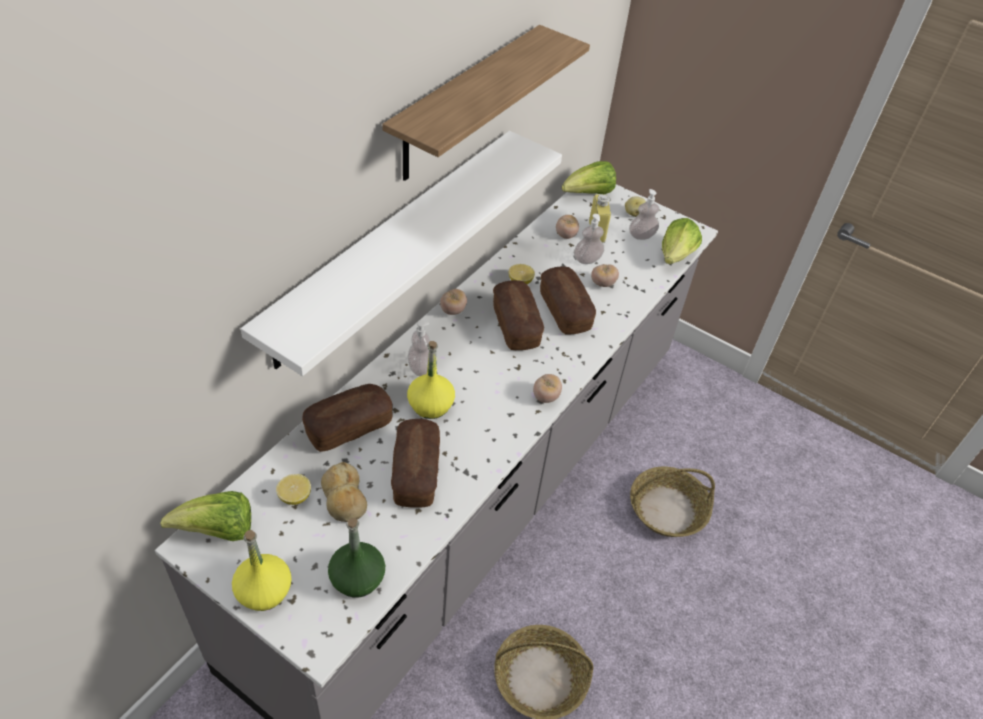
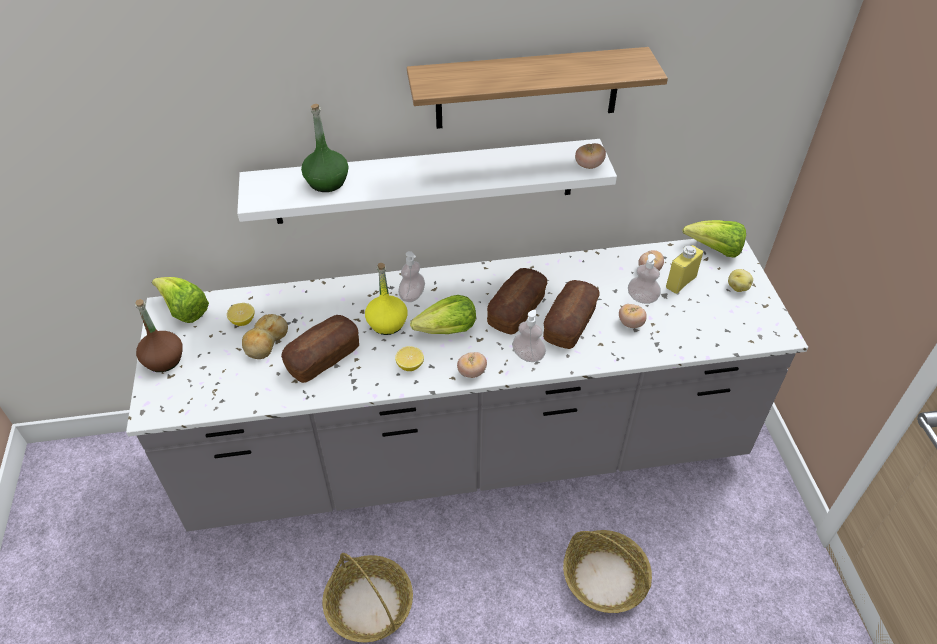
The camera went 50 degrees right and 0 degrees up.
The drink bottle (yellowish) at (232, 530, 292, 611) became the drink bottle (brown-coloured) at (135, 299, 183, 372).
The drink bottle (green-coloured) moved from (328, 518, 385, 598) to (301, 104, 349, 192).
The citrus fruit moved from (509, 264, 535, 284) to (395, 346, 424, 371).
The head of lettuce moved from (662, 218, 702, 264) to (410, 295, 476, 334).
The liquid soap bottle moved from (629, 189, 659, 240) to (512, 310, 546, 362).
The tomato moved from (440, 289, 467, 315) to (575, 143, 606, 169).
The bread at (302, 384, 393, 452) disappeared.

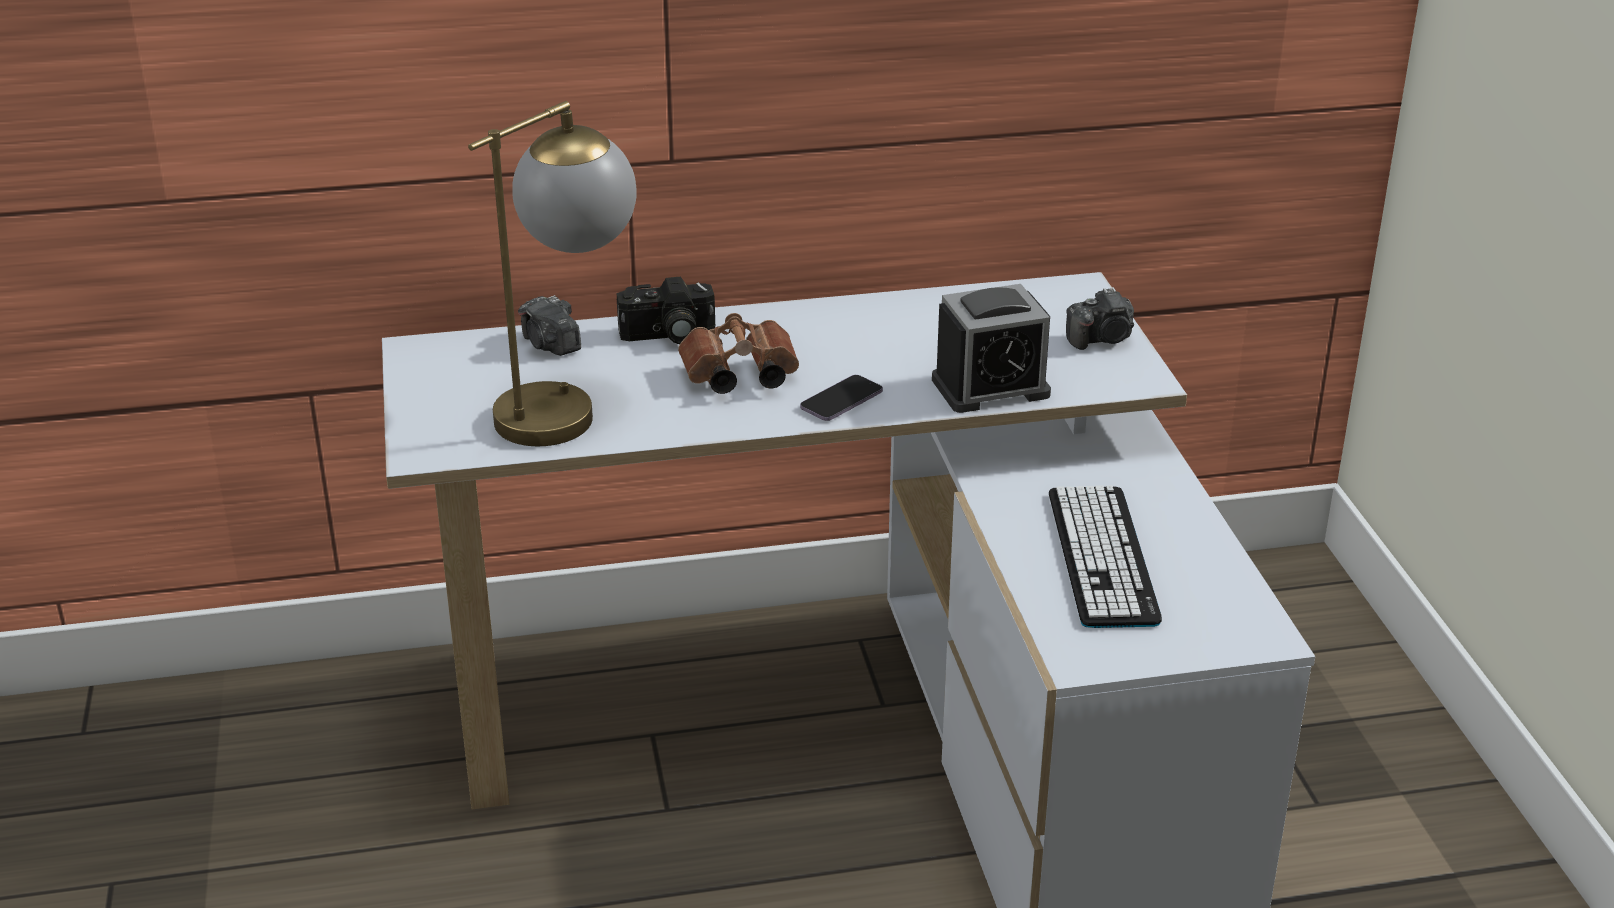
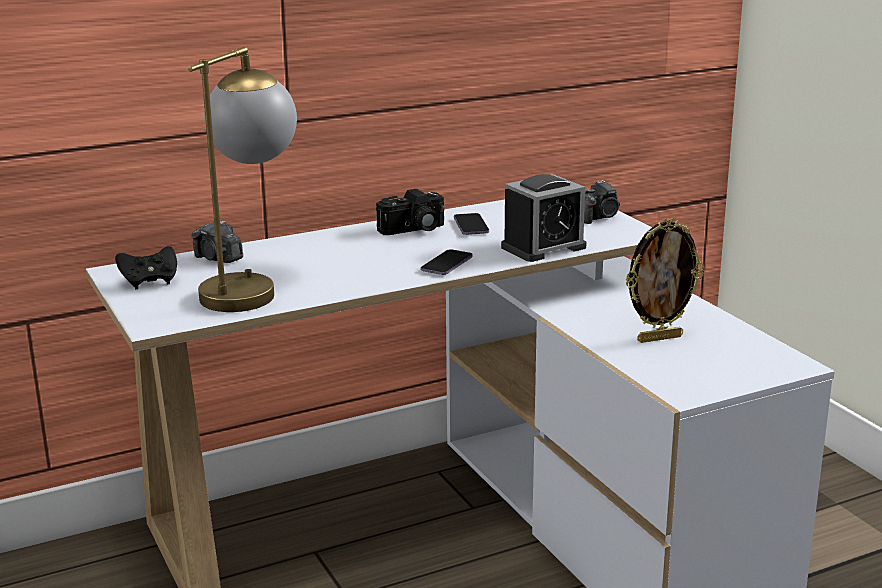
The camera went 15 degrees left and 10 degrees down.
The joypad (blackish) at (115, 246, 177, 289) appeared.
The still camera moved from (616, 277, 716, 344) to (376, 189, 444, 235).
The phone at (454, 213, 489, 235) appeared.
The keyboard at (1049, 485, 1162, 628) was replaced by the standing frame at (625, 218, 704, 343).
The field glasses (brown-coloured) at (678, 313, 799, 394) disappeared.

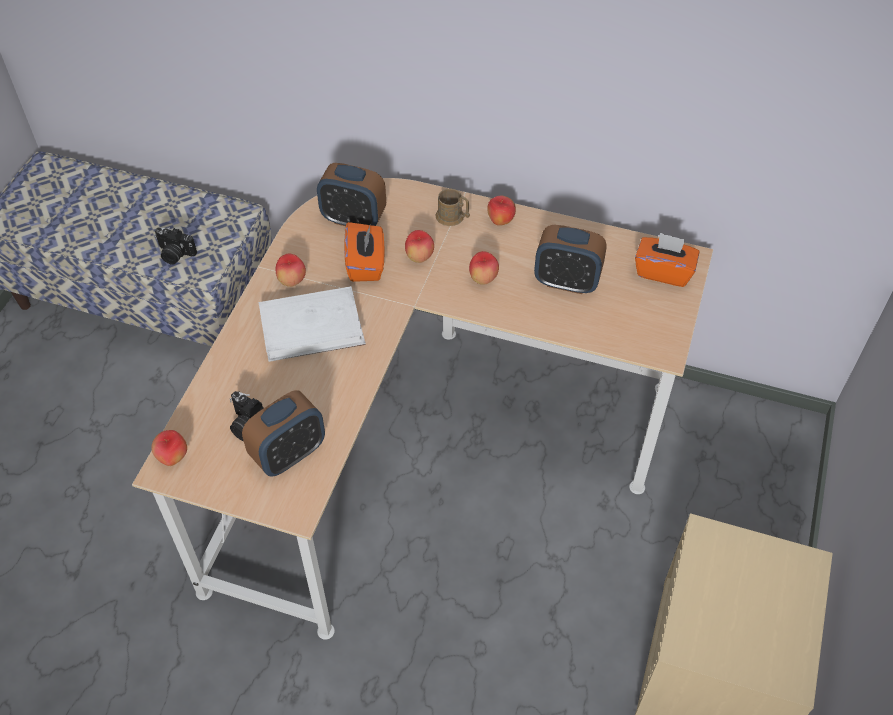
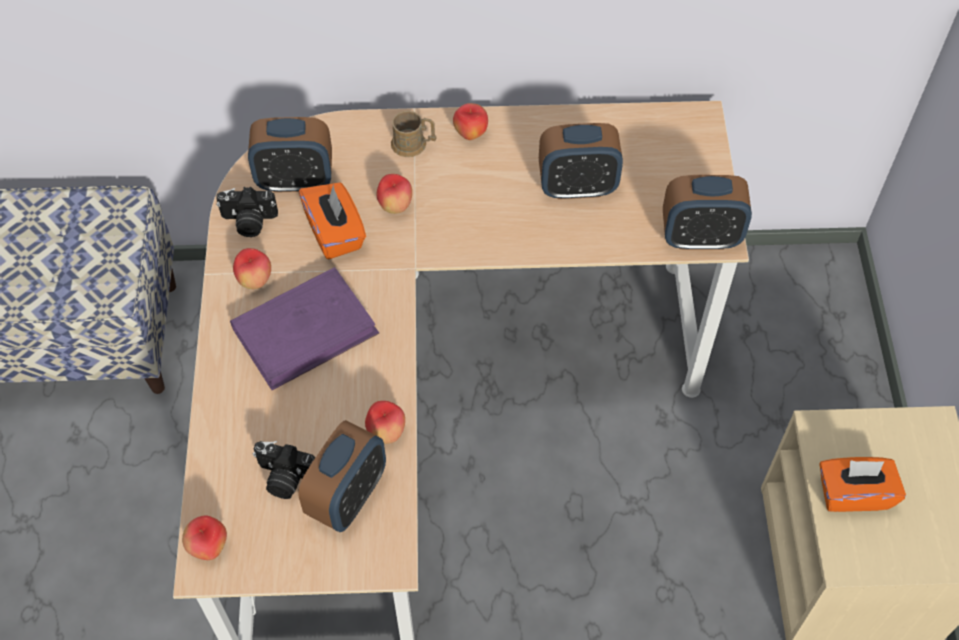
The camera went 20 degrees left and 5 degrees up.
The still camera moved from (154, 227, 197, 265) to (216, 187, 278, 237).
The bound book (whitish) at (258, 286, 366, 362) became the bound book (purplish) at (230, 267, 379, 390).
The apple fruit moved from (469, 251, 499, 285) to (365, 401, 405, 444).
The alarm clock at (663, 175, 752, 249) appeared.
The tissue box (orangey) moved from (635, 232, 699, 287) to (819, 457, 906, 512).

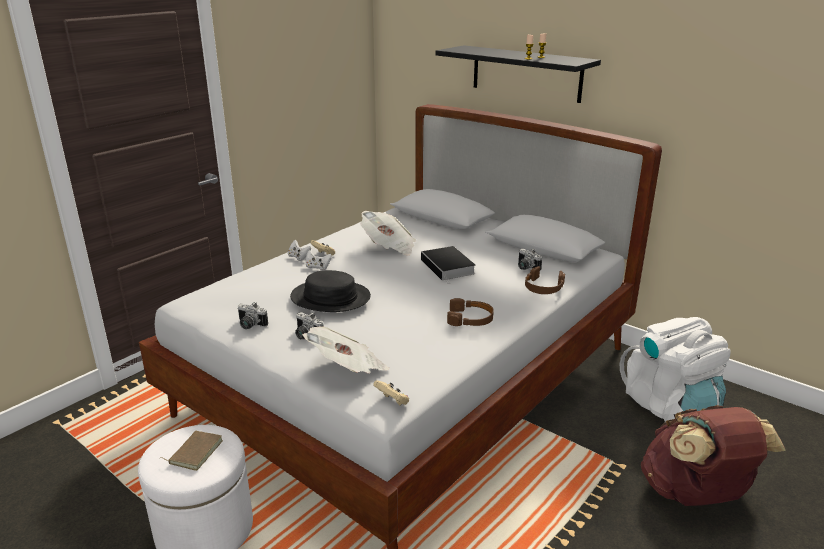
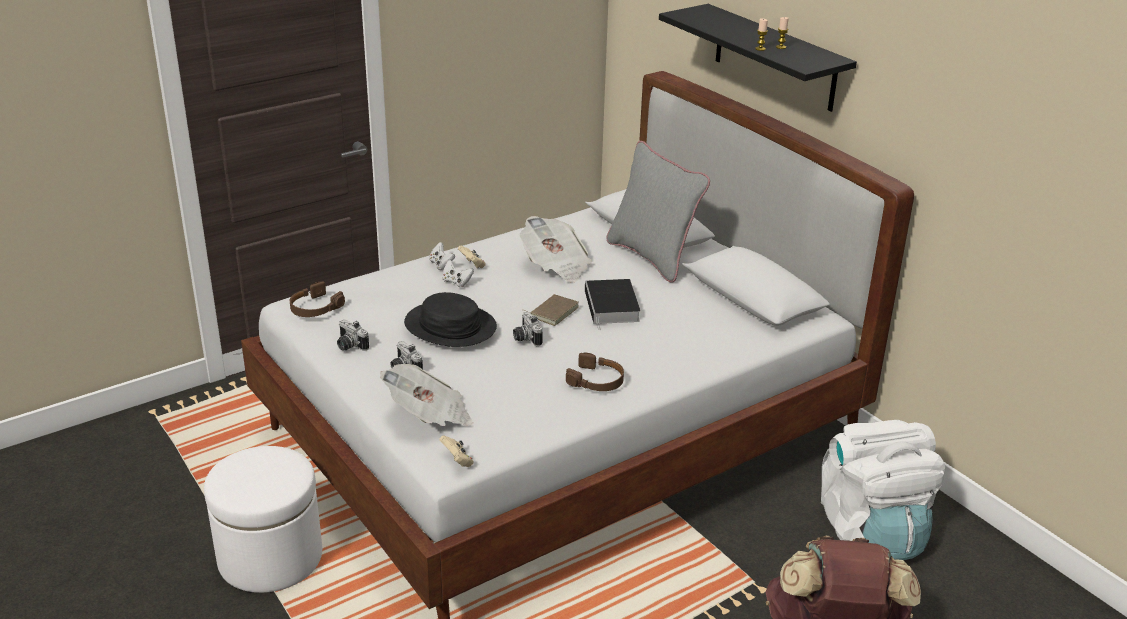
The camera went 15 degrees right and 5 degrees up.
The headset (brown-coloured) moved from (525, 266, 565, 294) to (290, 281, 345, 317).
The still camera moved from (518, 249, 542, 271) to (513, 312, 543, 346).
The bound book (brown-coloured) moved from (160, 431, 223, 471) to (525, 294, 579, 326).
The throw pillow (greyish) at (606, 141, 710, 283) appeared.

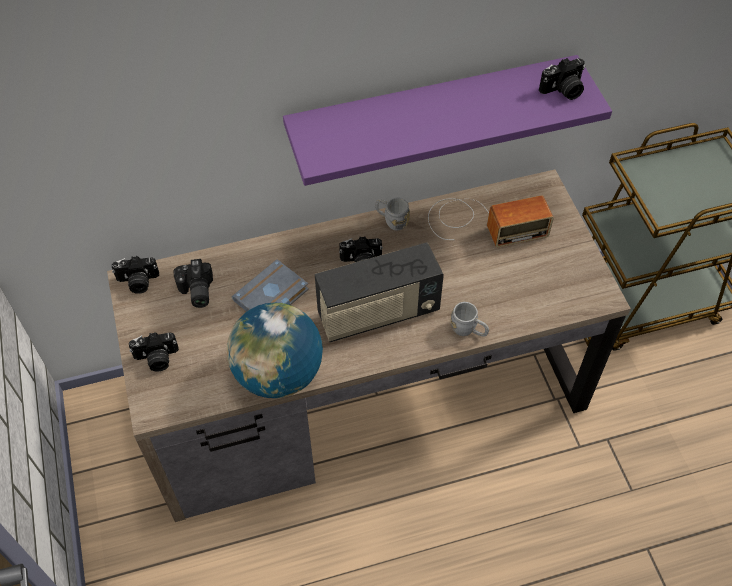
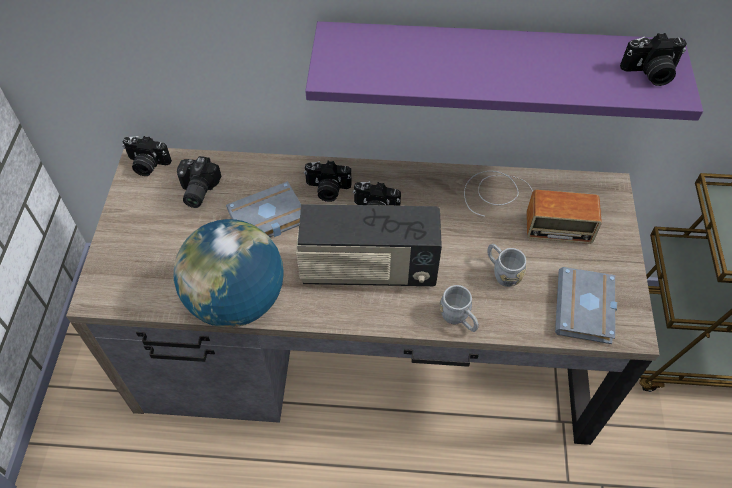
The camera went 20 degrees right and 0 degrees up.
The still camera moved from (129, 332, 179, 372) to (304, 161, 352, 202).
The coffee mug (greyish) moved from (375, 197, 410, 230) to (487, 243, 527, 287).
The bound book (greyish) at (555, 267, 617, 344) appeared.

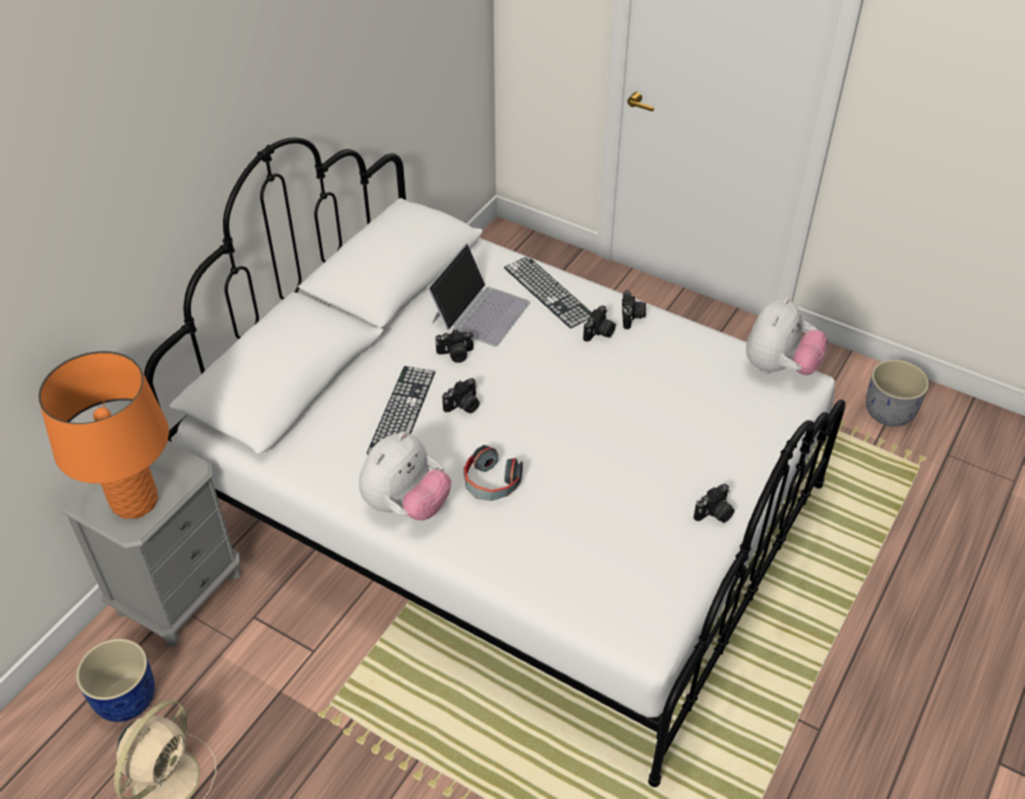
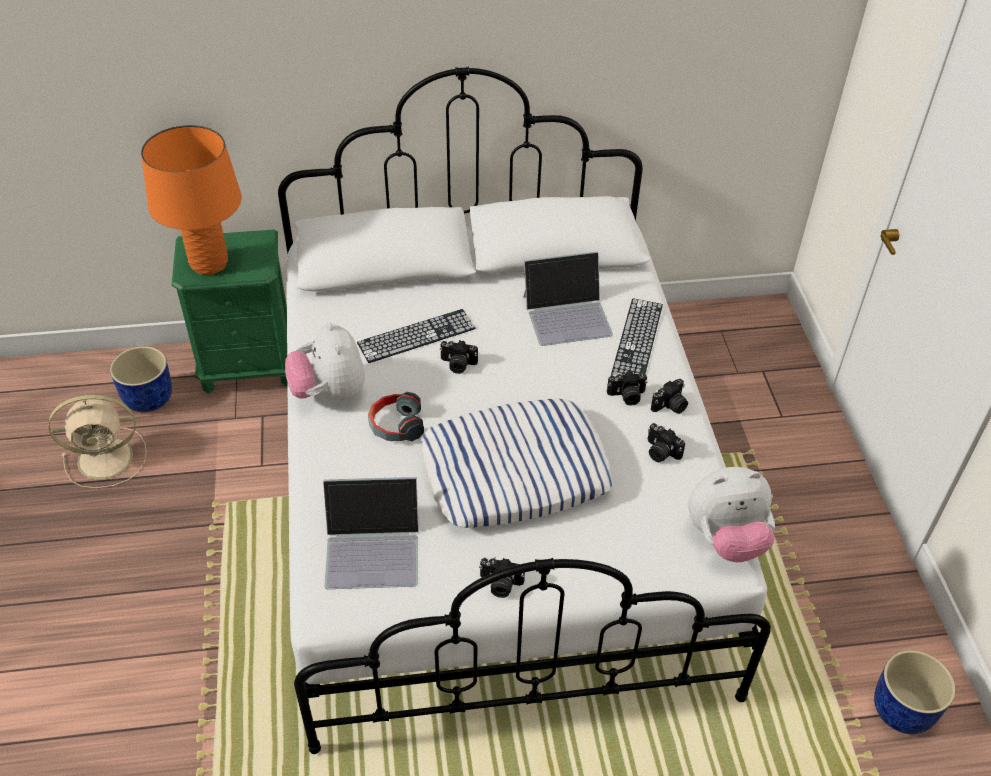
The camera went 50 degrees right and 0 degrees up.
The nightstand (greyish) at (61, 440, 240, 646) became the nightstand (green-coloured) at (171, 229, 288, 394).
The plush toy at (359, 431, 451, 520) turned 75 degrees clockwise.
The portable computer at (323, 477, 419, 589) appeared.
The throw pillow at (421, 399, 613, 528) appeared.
The still camera moved from (435, 329, 474, 363) to (647, 423, 685, 462).
The planter (greyish) at (866, 360, 929, 427) became the planter (blue) at (874, 650, 955, 734).

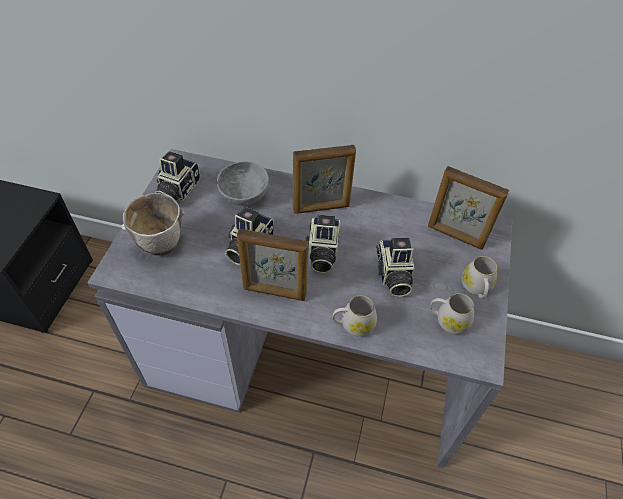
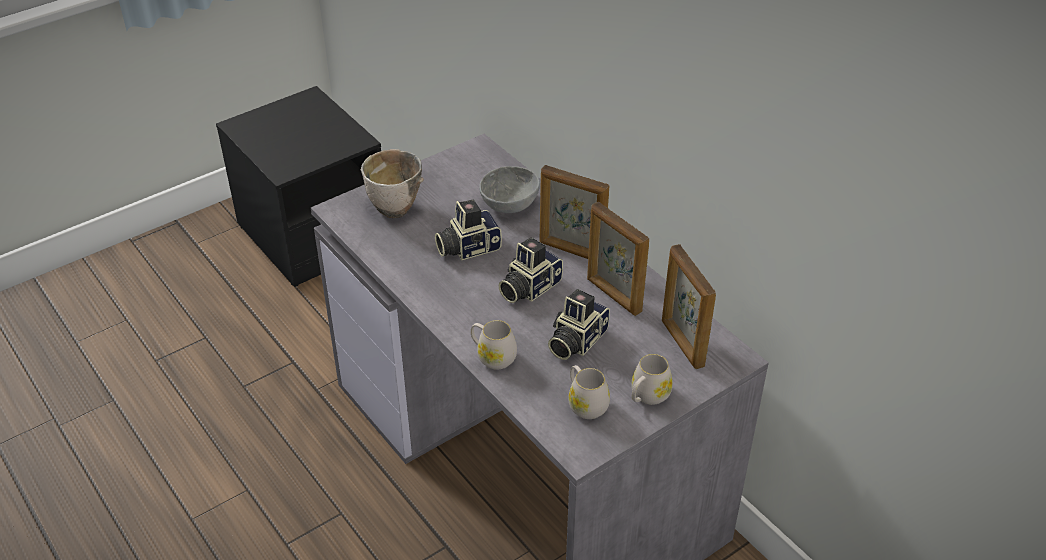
The camera went 40 degrees right and 10 degrees down.
The standing frame moved from (237, 228, 308, 301) to (587, 202, 649, 316).
The still camera at (154, 151, 200, 201) disappeared.

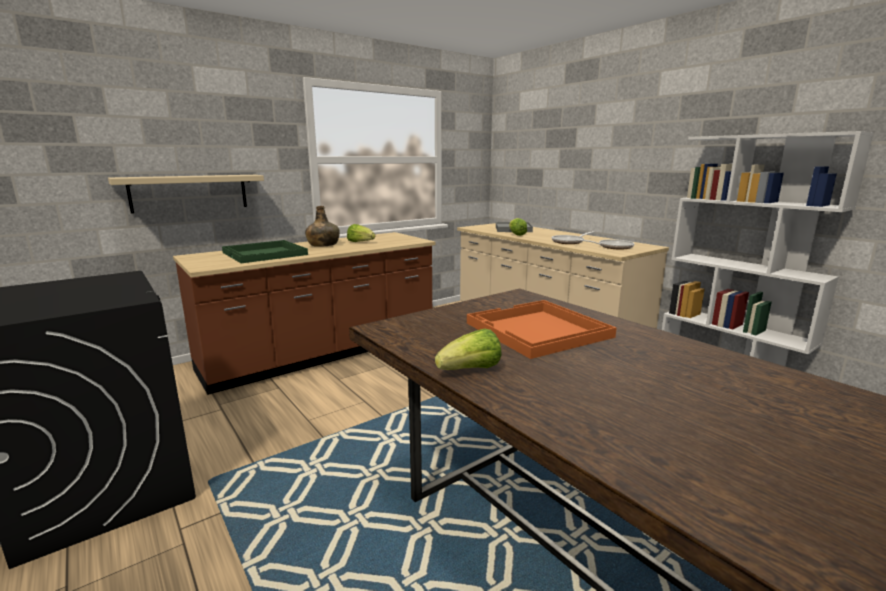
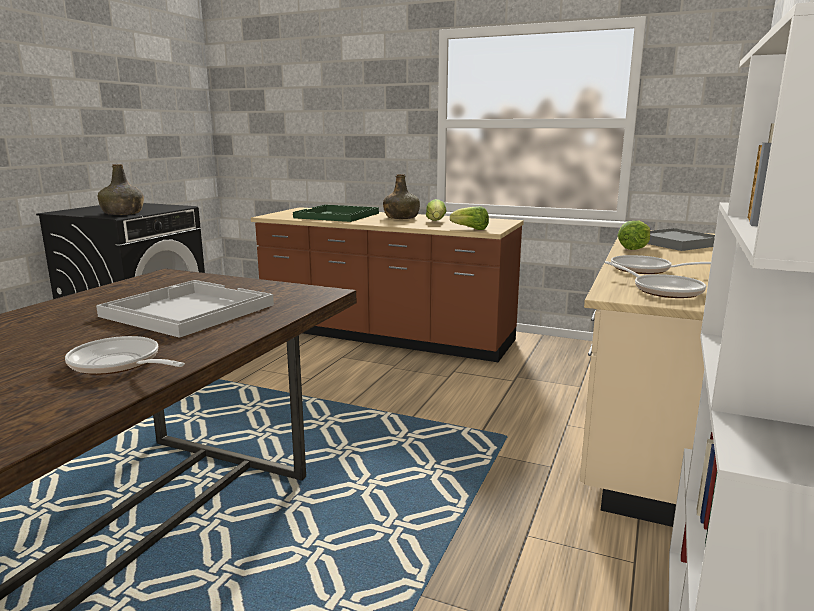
The camera went 60 degrees right and 0 degrees up.
The frying pan at (65, 336, 185, 375) appeared.
The serving tray (orangey) at (467, 300, 617, 359) became the serving tray (whitish) at (96, 280, 274, 338).
The drink bottle (green-coloured) at (98, 164, 144, 215) appeared.
The head of lettuce moved from (435, 329, 502, 370) to (450, 206, 489, 230).
The wall shelf (beige) at (108, 175, 264, 214) disappeared.

